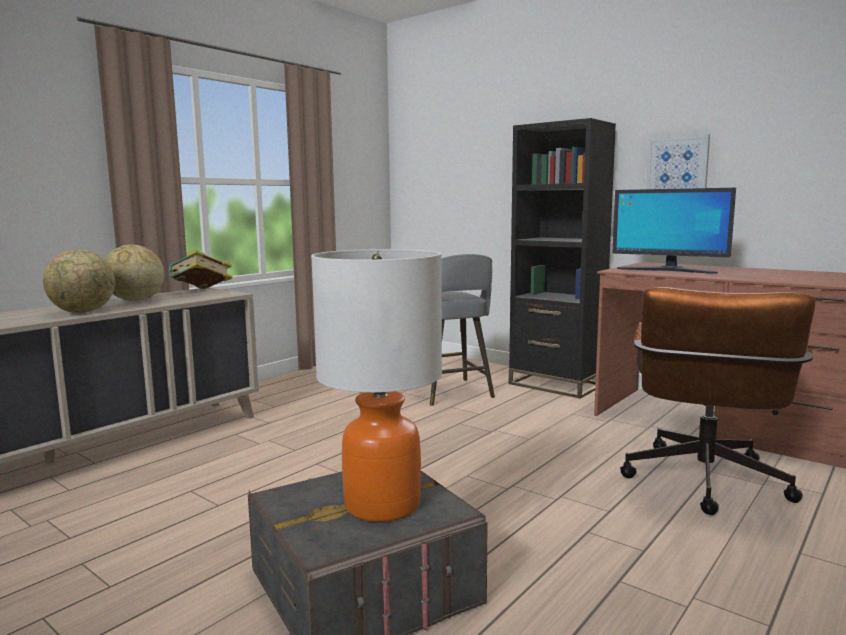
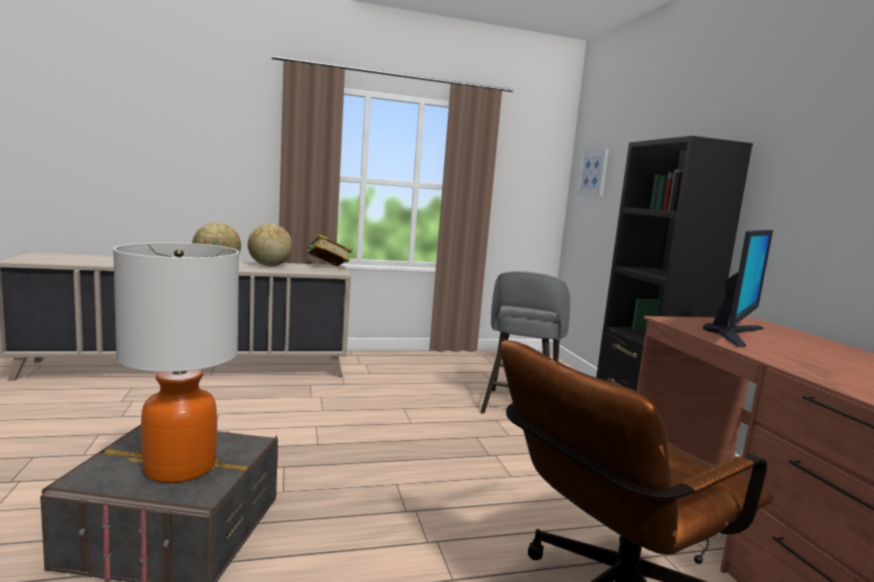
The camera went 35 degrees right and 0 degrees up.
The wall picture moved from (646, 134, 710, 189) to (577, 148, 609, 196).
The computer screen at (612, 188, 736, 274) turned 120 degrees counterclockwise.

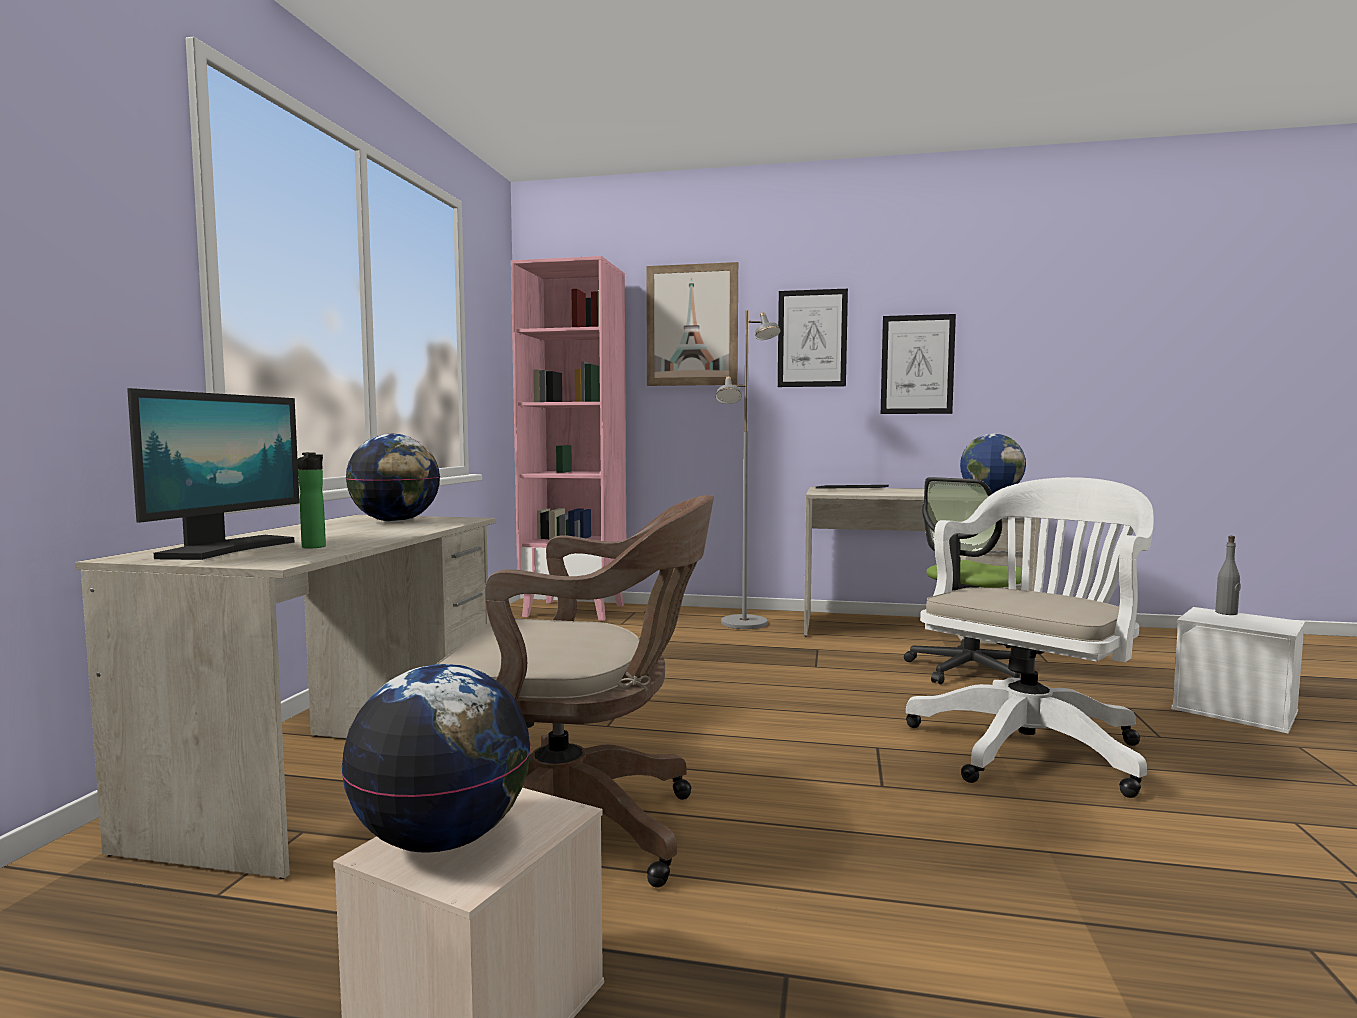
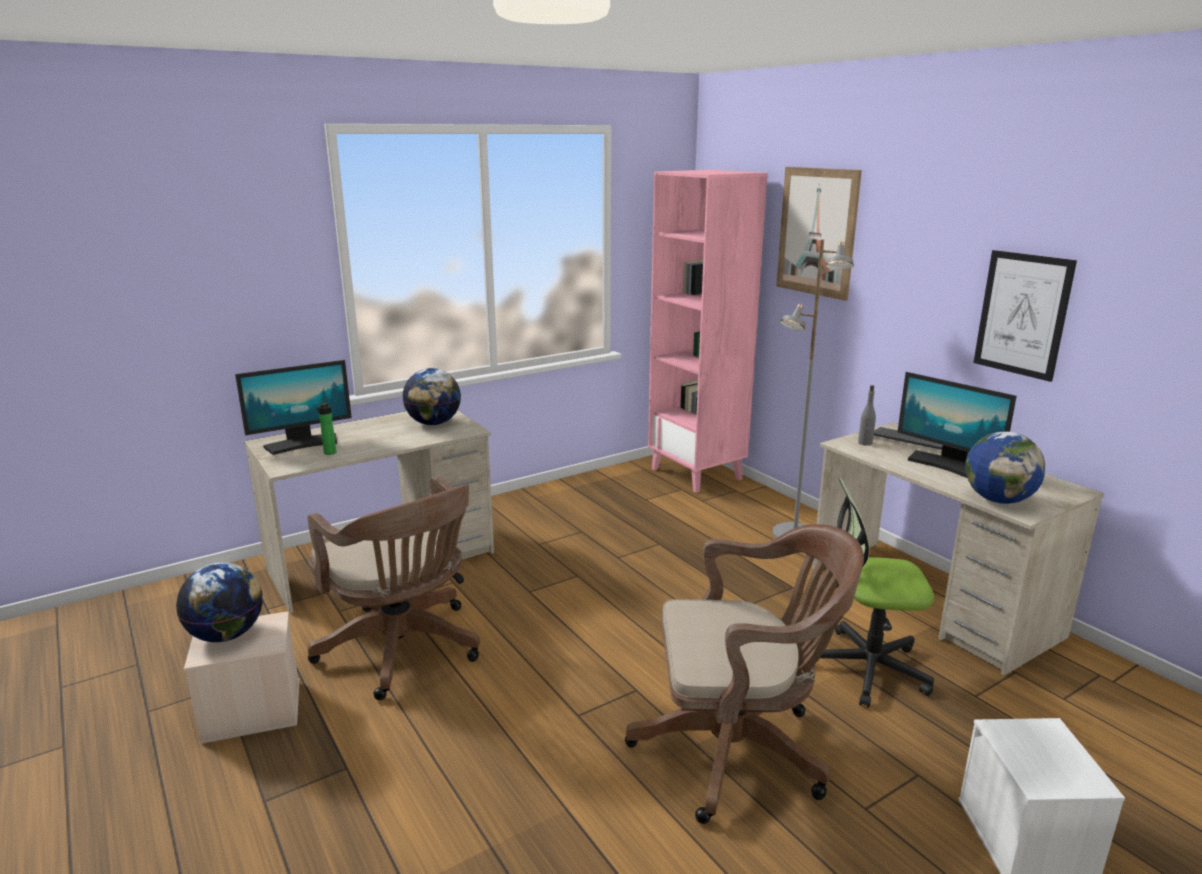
The camera went 45 degrees right and 15 degrees up.
The desk chair (whitish) at (906, 477, 1154, 798) became the desk chair (brown-coloured) at (625, 524, 864, 824).
The drink bottle (greyish) moved from (1215, 536, 1241, 615) to (858, 385, 876, 446).
The computer screen at (897, 372, 1017, 478) appeared.
The wall picture at (778, 289, 848, 387) disappeared.

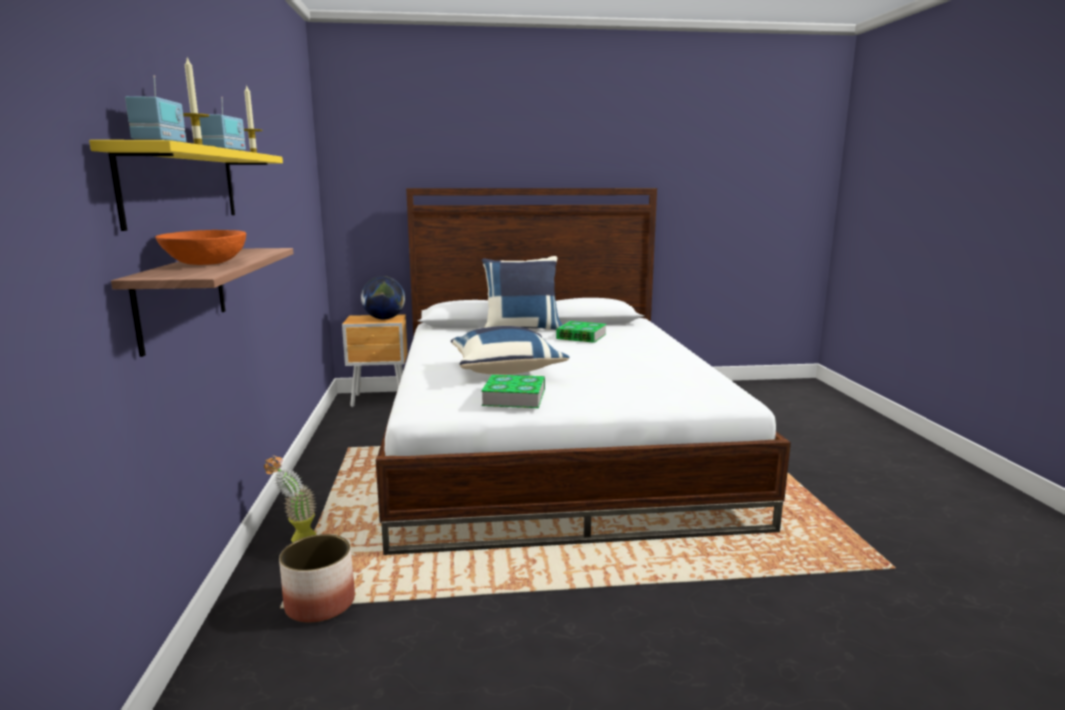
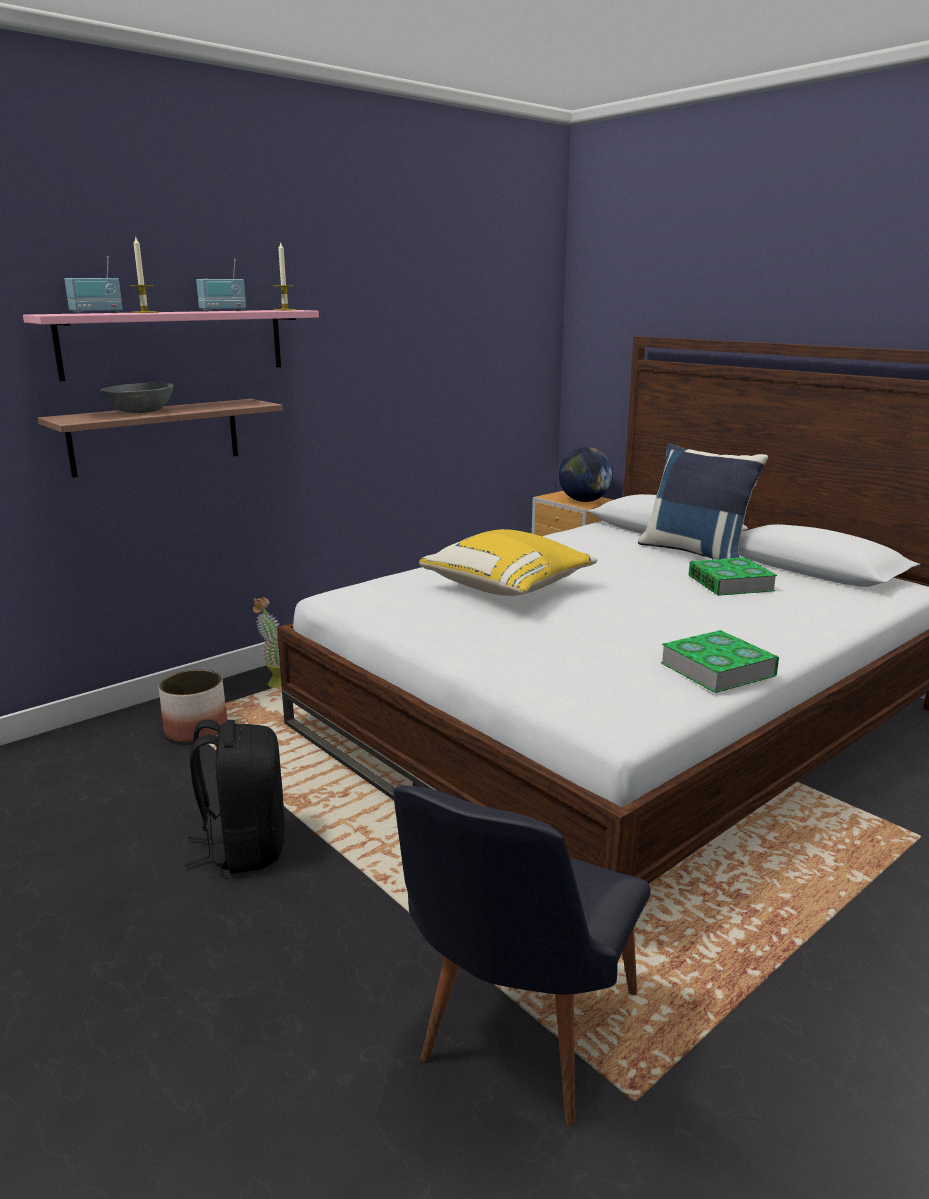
The camera went 55 degrees right and 5 degrees up.
The wall shelf (yellowish) at (89, 140, 283, 231) became the wall shelf (pinkish) at (23, 310, 319, 381).
The bowl (orangey) at (155, 230, 246, 265) became the bowl (greyish) at (101, 383, 174, 413).
The knapsack (blackish) at (185, 719, 285, 874) appeared.
The plain chair (blackish) at (393, 786, 651, 1126) appeared.
The throw pillow (blue) at (451, 326, 569, 375) became the throw pillow (yellowish) at (419, 529, 598, 596).
The bound book moved from (481, 374, 545, 408) to (661, 630, 779, 693).

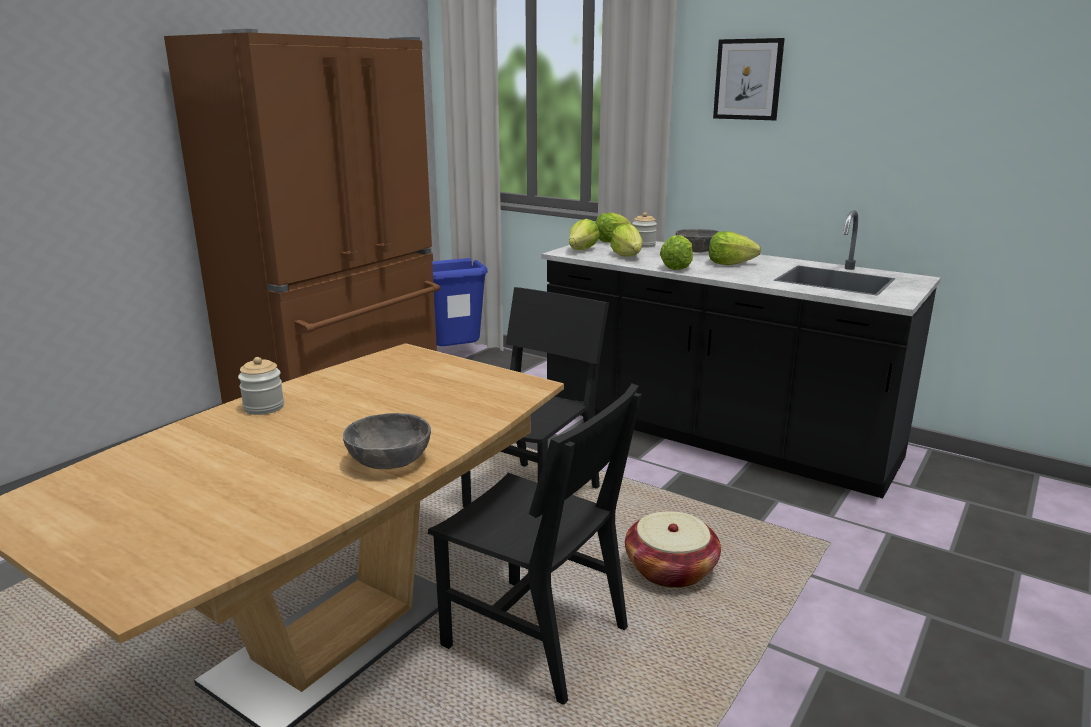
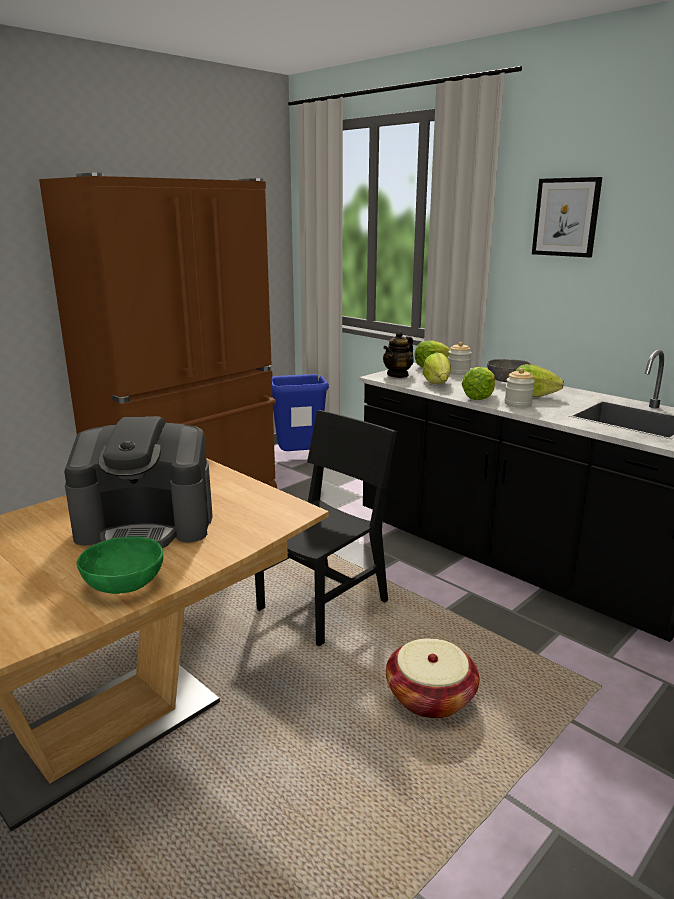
The camera went 10 degrees right and 0 degrees up.
The coffee machine at (64, 416, 213, 548) appeared.
The bowl (greyish) at (343, 413, 431, 469) became the bowl (green-coloured) at (77, 536, 163, 594).
The head of lettuce at (569, 219, 600, 250) was replaced by the pot for tea at (383, 331, 414, 378).
The storage jar moved from (238, 357, 284, 415) to (505, 368, 535, 408).
The plain chair (blackish) at (428, 384, 642, 705) disappeared.

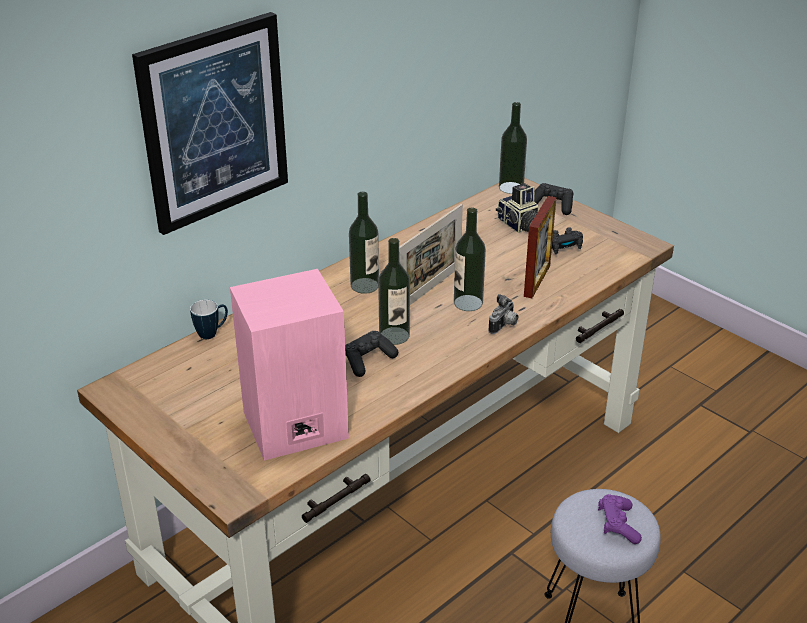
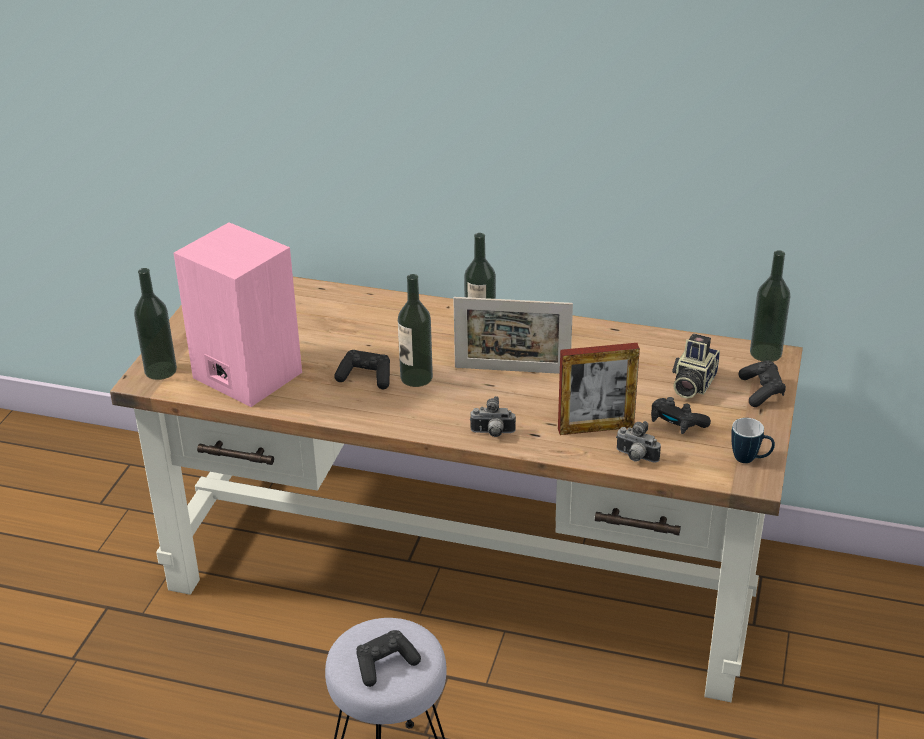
The camera went 60 degrees right and 0 degrees up.
The drink bottle moved from (454, 208, 486, 311) to (134, 268, 177, 380).
The joypad (purplish) at (598, 494, 642, 544) became the joypad (blackish) at (356, 630, 421, 687).
The still camera at (616, 421, 661, 463) appeared.
The coffee mug moved from (190, 300, 228, 339) to (731, 418, 775, 463).
The wall picture at (132, 12, 288, 235) disappeared.

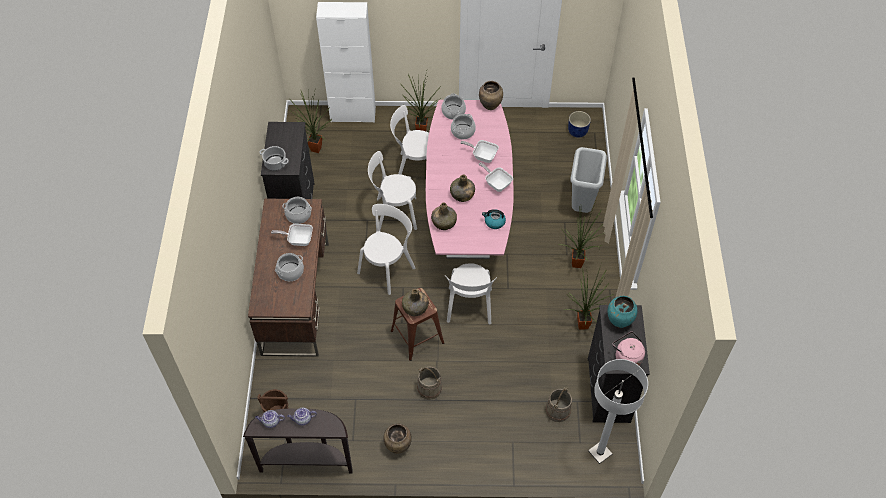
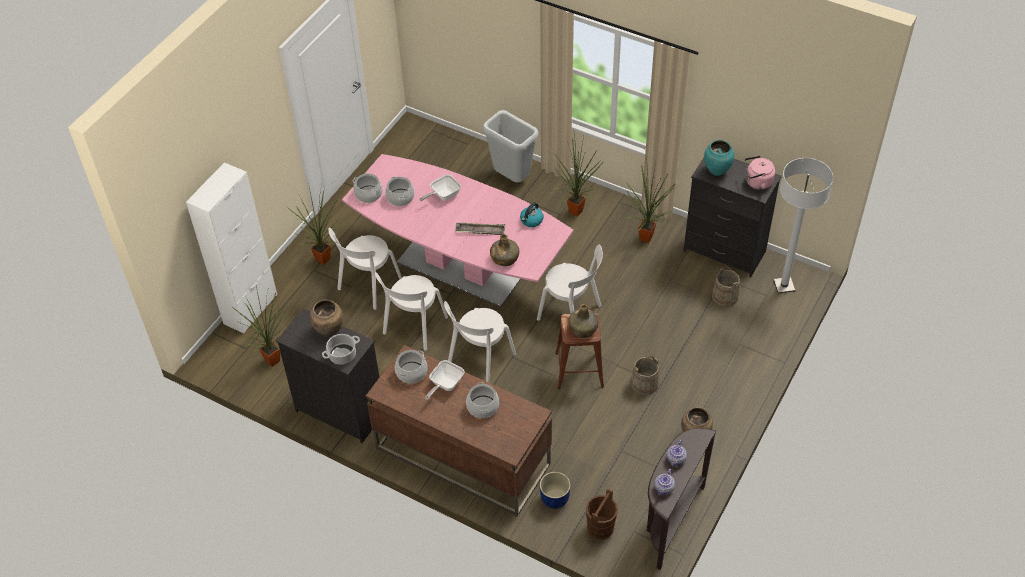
The camera went 60 degrees left and 5 degrees down.
The vase (brown-coloured) moved from (479, 81, 503, 110) to (310, 300, 343, 337).
The plain chair (whitish) at (357, 204, 415, 295) turned 120 degrees counterclockwise.
The drink bottle (green-coloured) at (450, 175, 475, 202) was replaced by the serving tray at (455, 223, 505, 235).
The planter (blue) moved from (568, 111, 591, 138) to (540, 472, 570, 509).
The frying pan at (479, 163, 513, 192) disappeared.

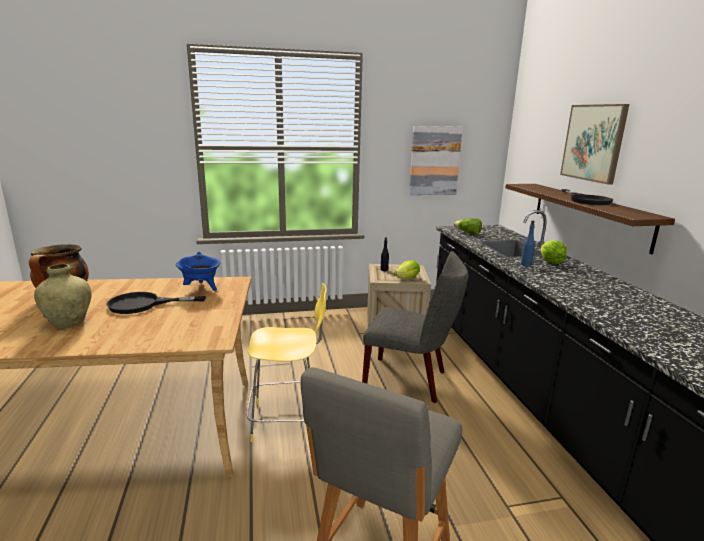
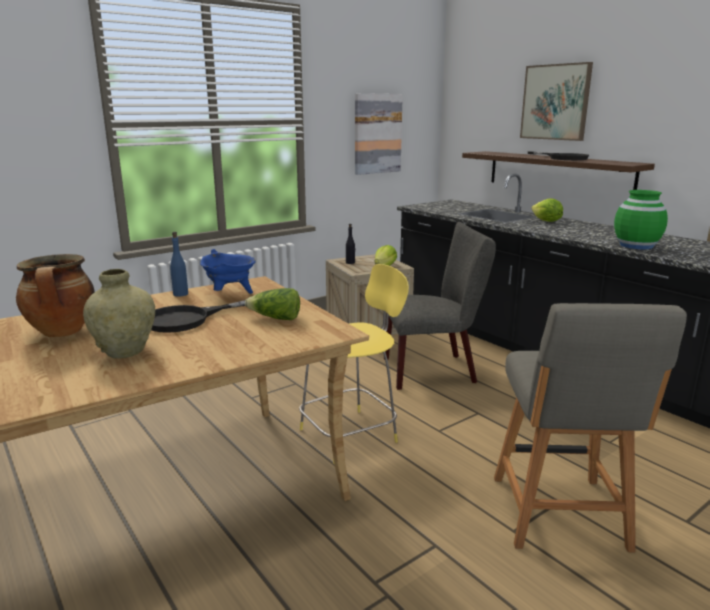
The camera went 25 degrees left and 0 degrees up.
The drink bottle (blue) moved from (521, 220, 535, 267) to (170, 232, 188, 297).
The head of lettuce moved from (454, 218, 482, 235) to (245, 288, 300, 320).
The vase (green-coloured) at (614, 190, 668, 249) appeared.

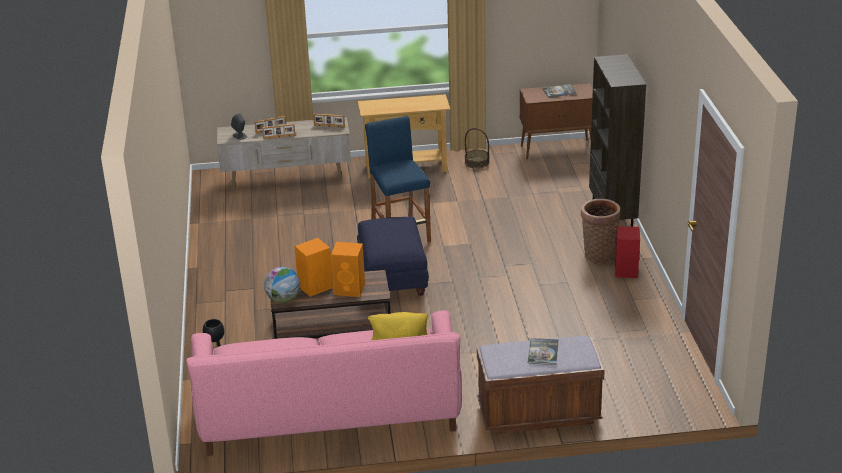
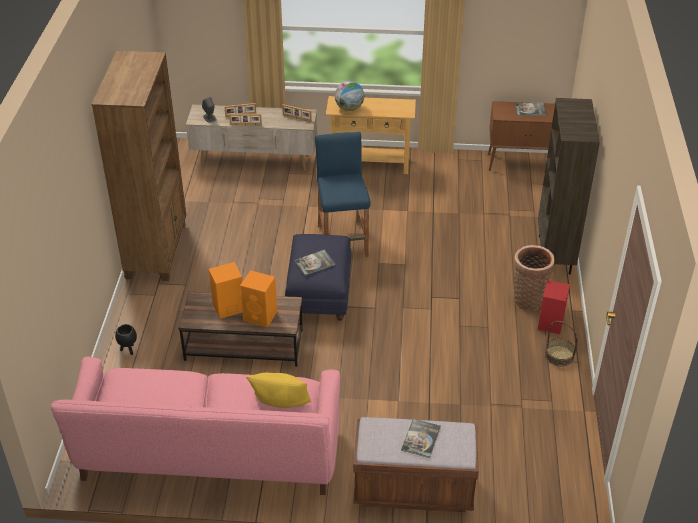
The camera went 10 degrees right and 10 degrees up.
The bookshelf (brown-coloured) at (91, 51, 186, 281) appeared.
The bound book at (294, 250, 336, 276) appeared.
The globe moved from (264, 267, 300, 303) to (335, 81, 364, 111).
The storage basket moved from (465, 128, 489, 169) to (545, 321, 578, 367).

